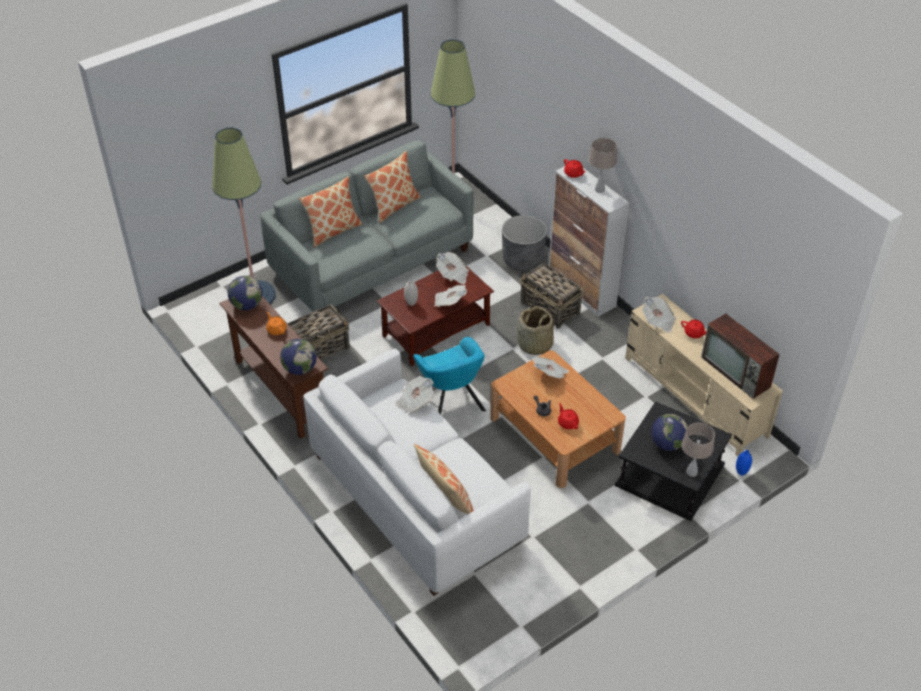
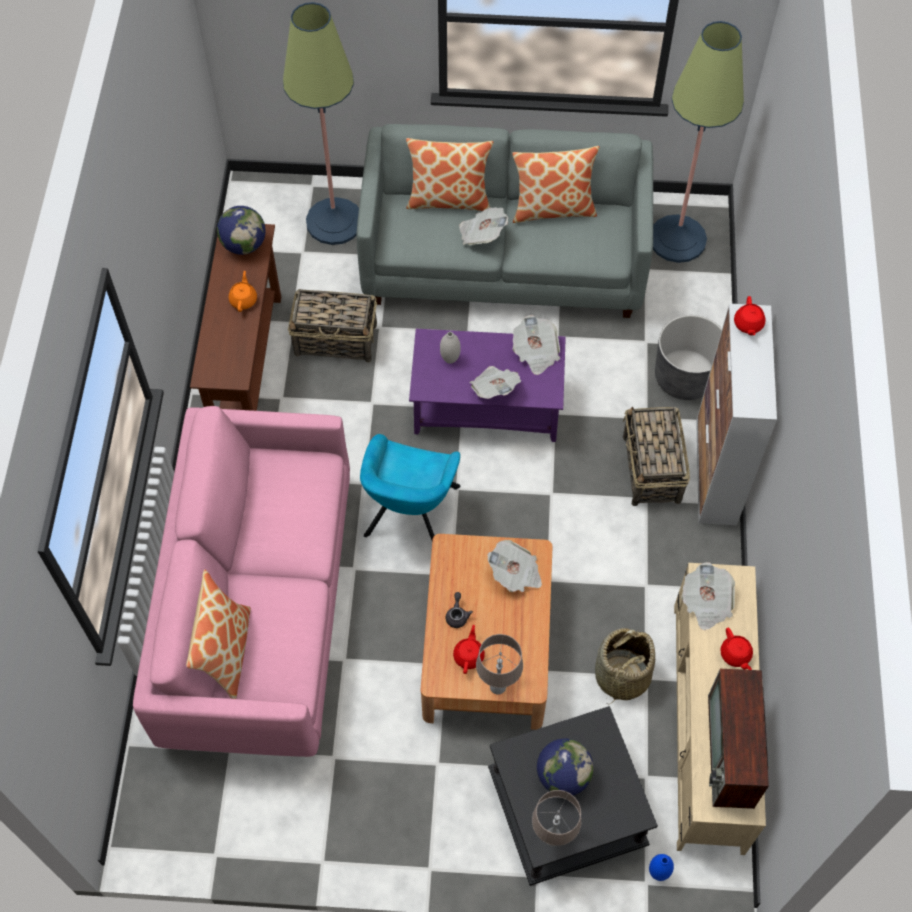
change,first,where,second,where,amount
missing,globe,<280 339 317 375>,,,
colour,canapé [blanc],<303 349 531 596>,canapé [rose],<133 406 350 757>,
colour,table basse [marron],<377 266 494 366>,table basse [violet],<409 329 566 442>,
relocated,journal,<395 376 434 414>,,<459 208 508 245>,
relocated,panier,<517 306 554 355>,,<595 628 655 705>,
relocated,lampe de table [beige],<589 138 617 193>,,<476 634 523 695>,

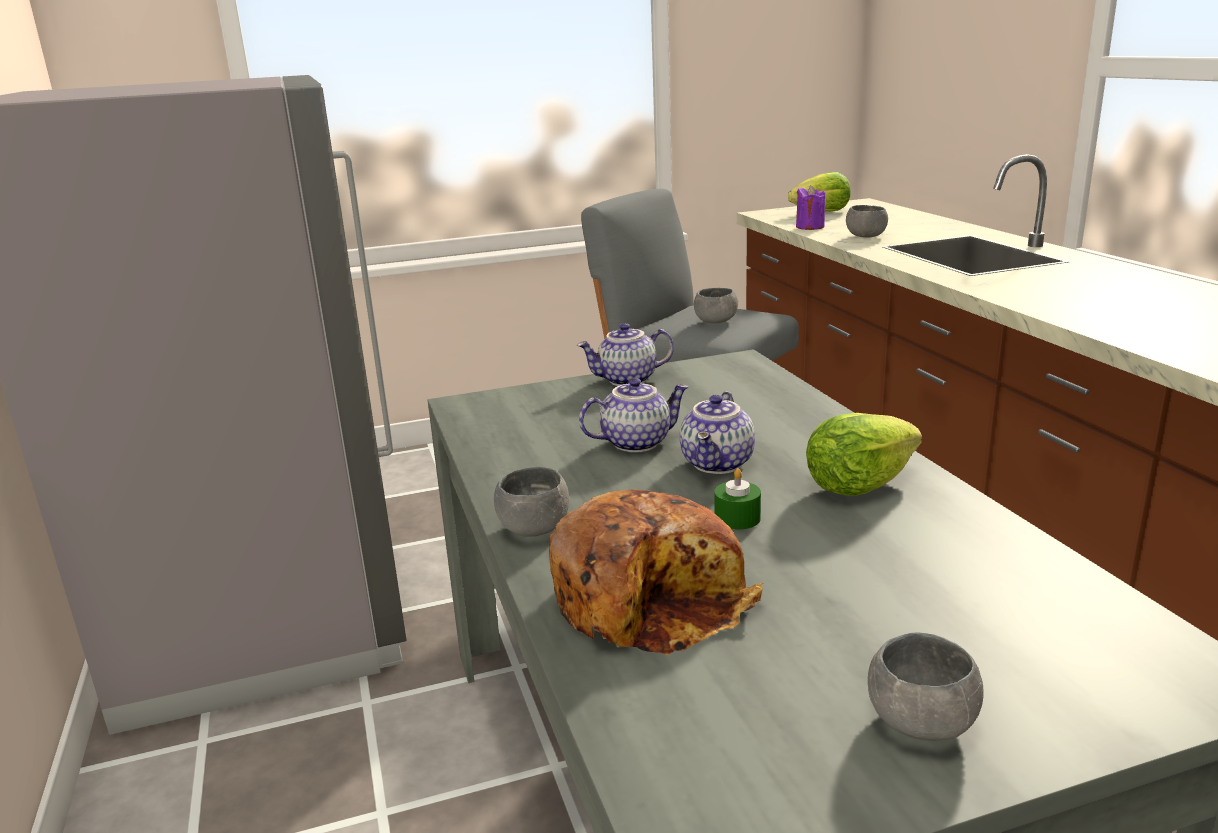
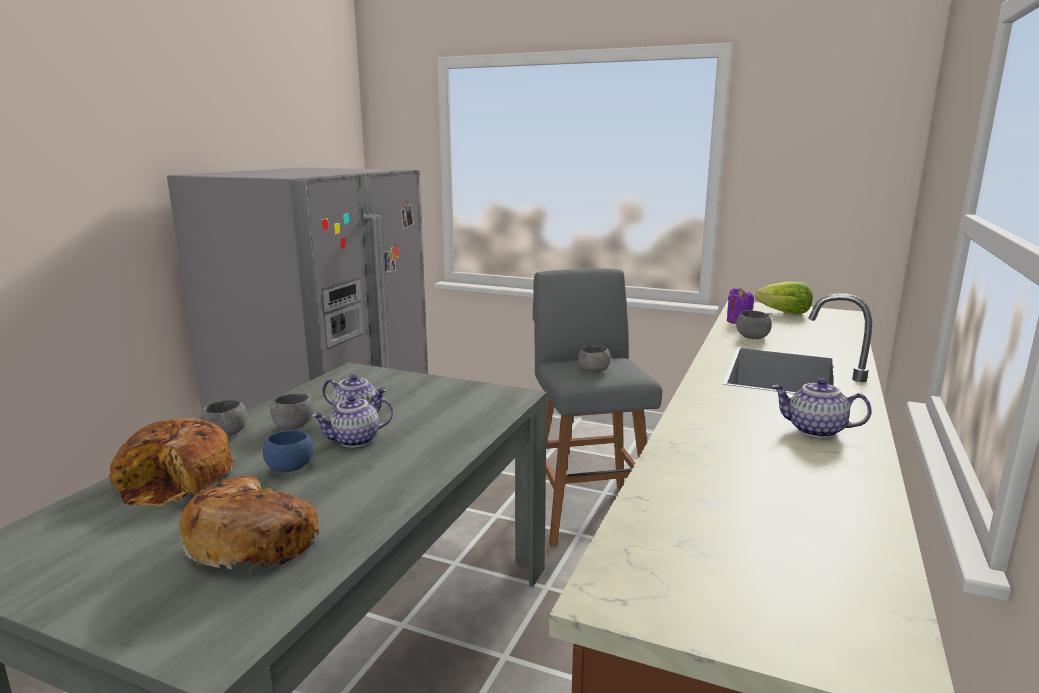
change,first,where,second,where,amount
relocated,théière,<577 323 674 386>,,<772 378 872 438>,
exchanged,bougie [vert],<714 468 761 529>,bol [bleu],<263 430 313 472>,
missing,laitue,<806 413 922 496>,,,
relocated,bol [gris],<868 632 983 741>,,<270 393 313 429>,
appeared,,,pain,<179 476 319 575>,

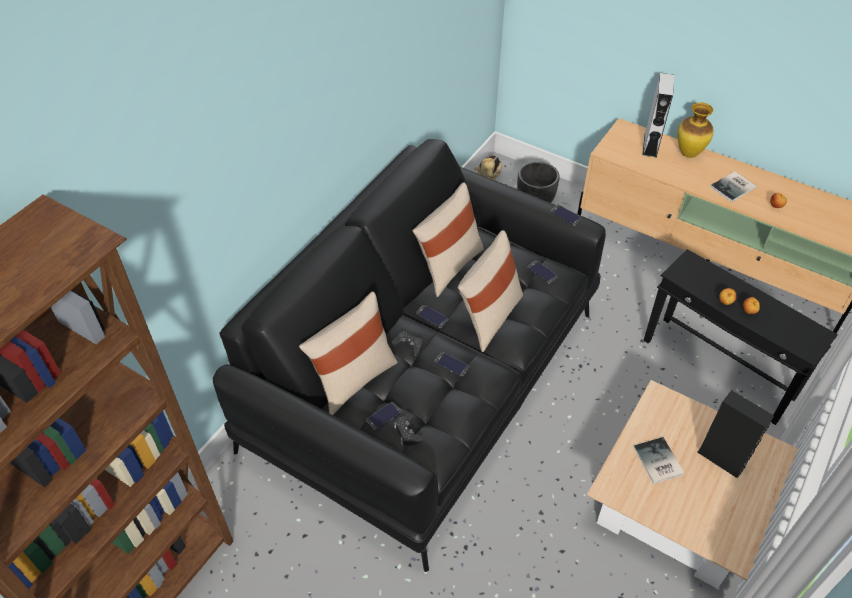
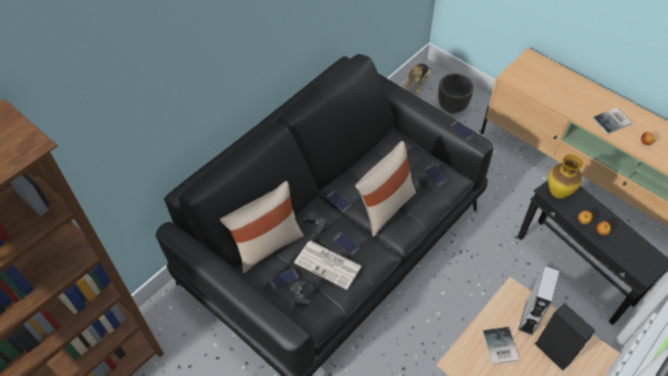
change,first,where,second,where,amount
missing,coussin [beige],<412 182 484 297>,,,
relocated,enceinte [gris],<642 73 674 158>,,<519 266 559 335>,
relocated,vase,<677 102 714 158>,,<548 154 583 199>,
appeared,,,journal,<294 241 362 290>,

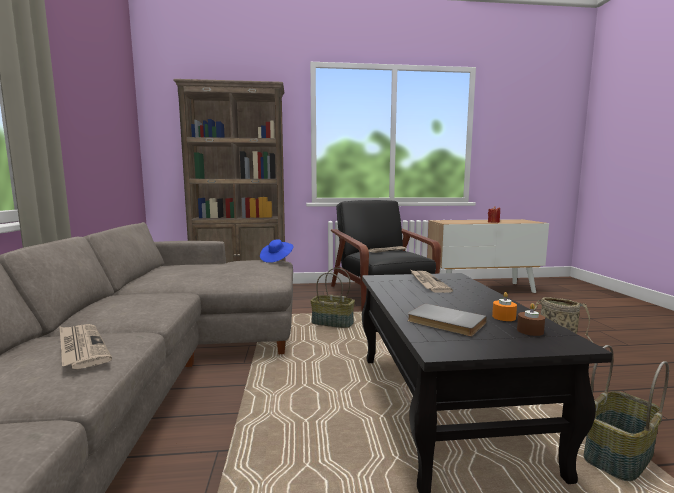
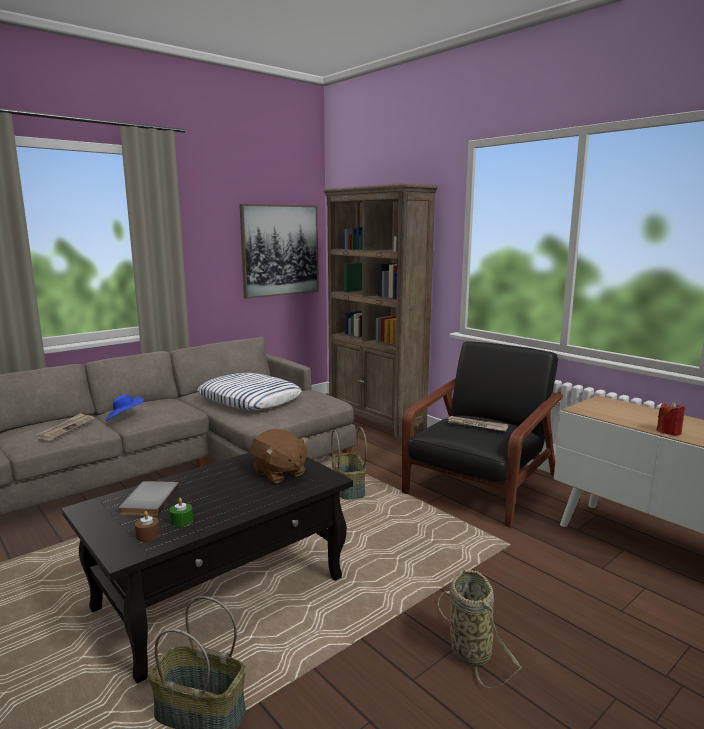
change,first,where,second,where,amount
relocated,chapeau [bleu],<260 239 293 263>,,<105 394 144 421>,
exchanged,journal,<411 270 453 293>,peluche [marron],<251 429 309 483>,
colour,bougie [orange],<492 292 517 321>,bougie [vert],<170 498 193 527>,
appeared,,,coussin,<197 373 301 410>,
appeared,,,tableau,<239 204 319 299>,

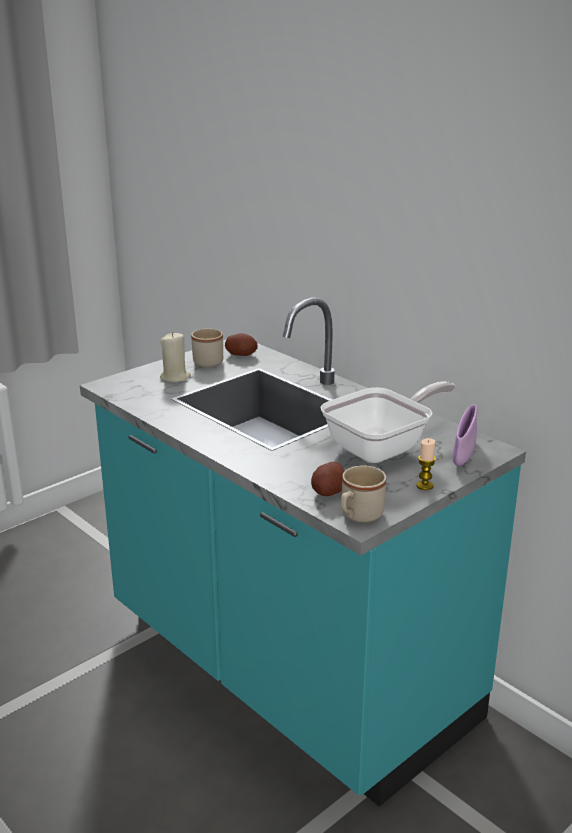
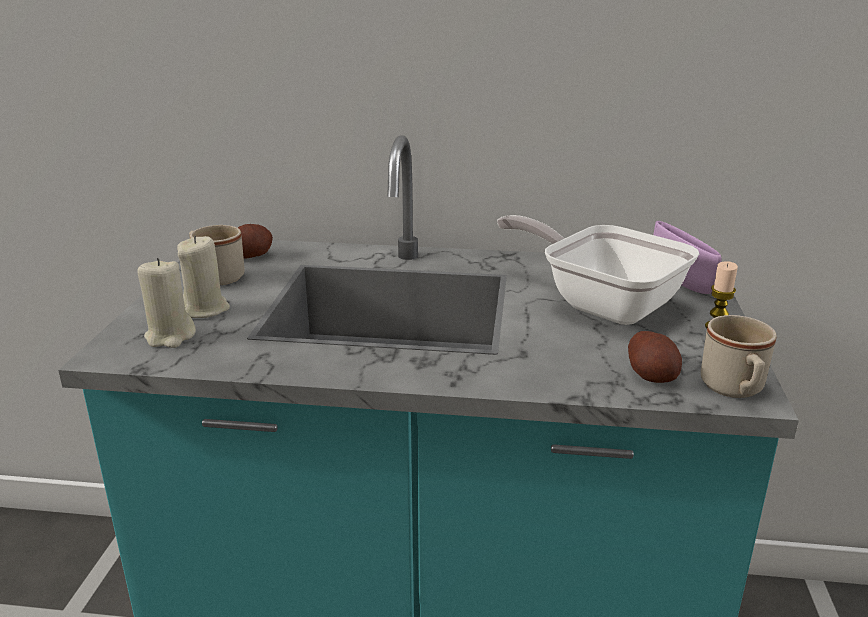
change,first,where,second,where,amount
spun,poêle,<320 381 455 463>,,<497 215 699 325>,60 degrees counterclockwise
appeared,,,bougie [beige],<137 258 196 348>,

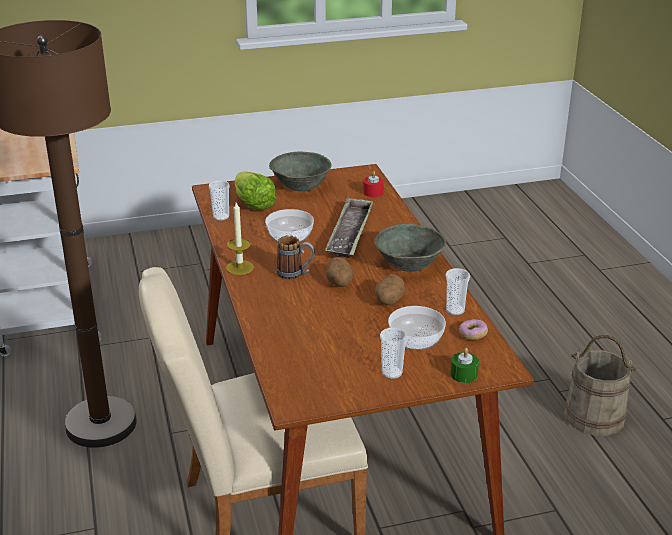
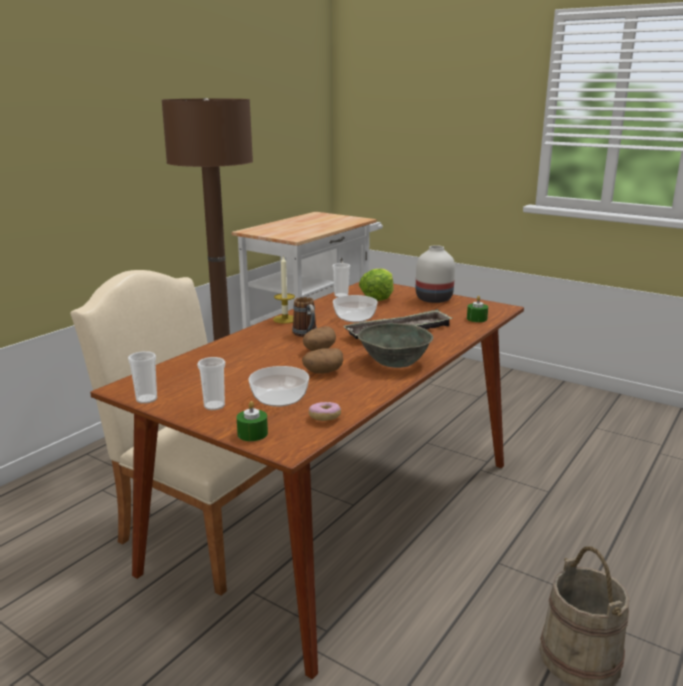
change,first,where,second,where,amount
exchanged,bol [gris],<269 151 332 191>,vase [blanc],<416 245 455 303>,
colour,bougie [rouge],<363 171 384 197>,bougie [vert],<467 296 488 322>,
relocated,tasse,<446 268 470 315>,,<128 351 157 404>,

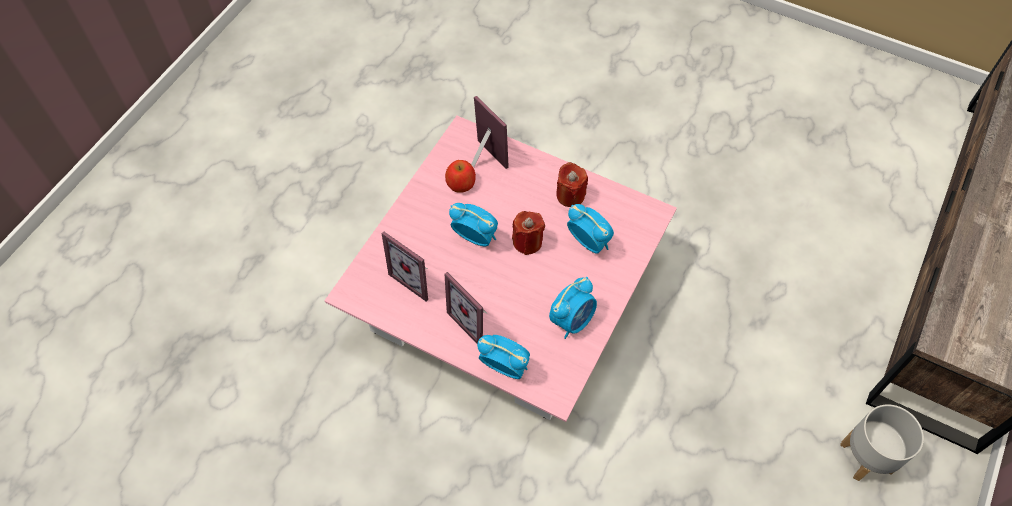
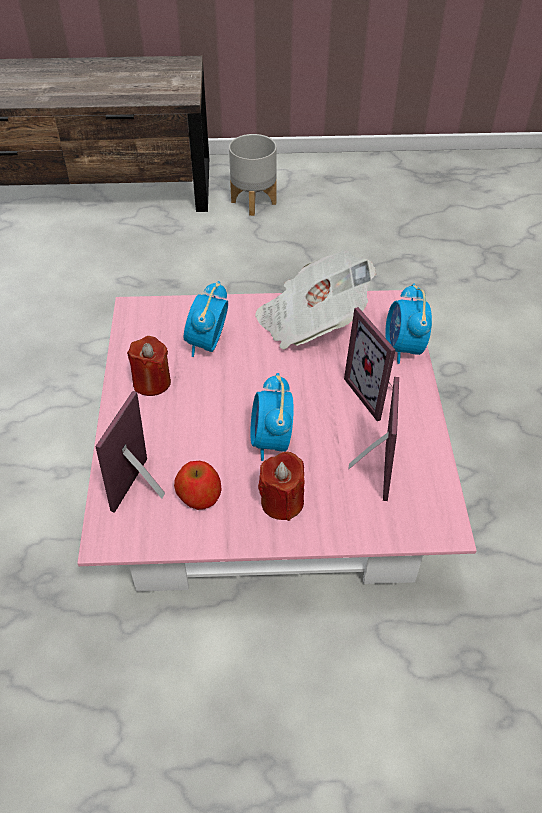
change,first,where,second,where,amount
spun,cadre photo,<445 272 488 343>,,<344 307 396 421>,135 degrees clockwise
relocated,bougie [rouge],<512 211 545 255>,,<258 452 305 521>,
exchanged,réveil,<549 277 597 339>,journal,<255 250 376 349>,

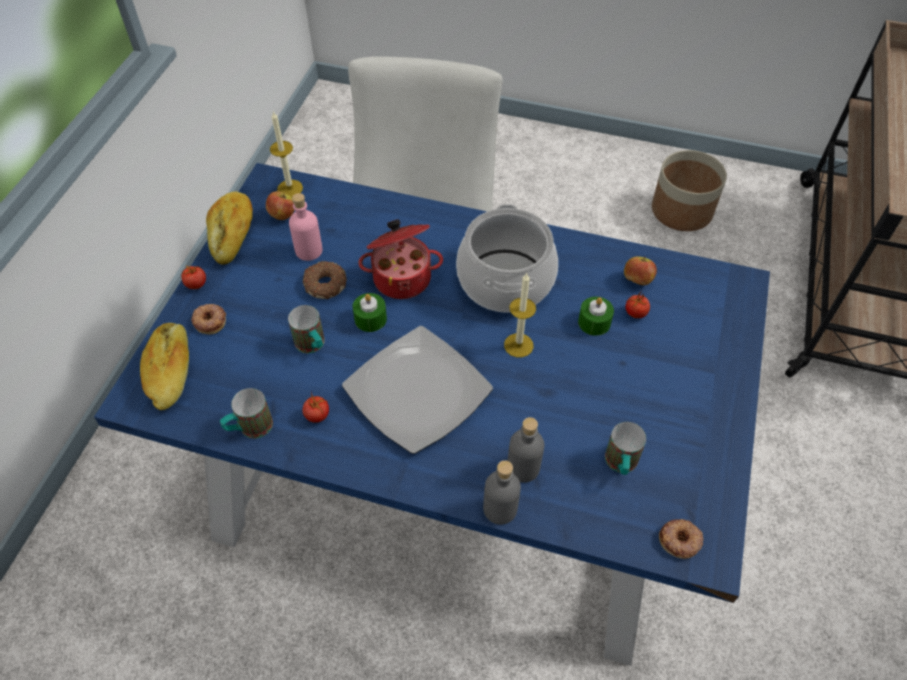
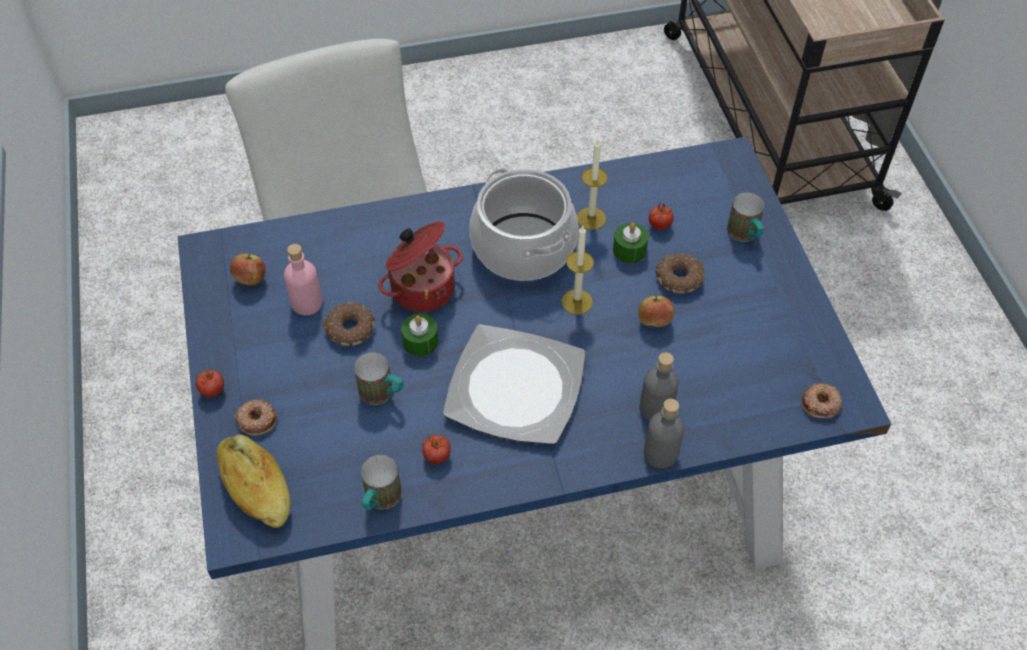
change,first,where,second,where,amount
missing,pain,<206 192 253 264>,,,
relocated,bougie,<270 111 303 197>,,<577 140 608 230>,
relocated,mug,<605 422 646 475>,,<727 192 764 242>,
relocated,pomme,<624 256 657 285>,,<638 296 674 327>,
missing,cache-pot,<652 150 727 231>,,,
appeared,,,beignet,<656 253 704 294>,

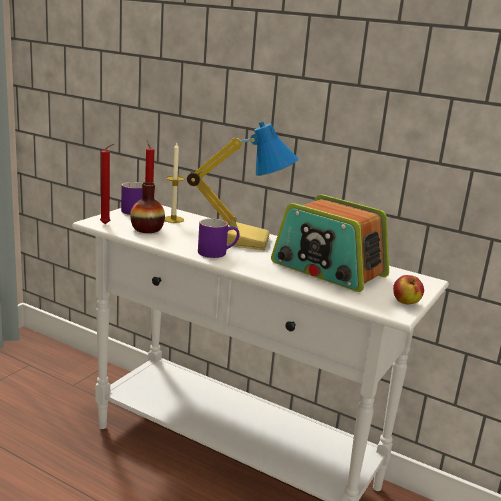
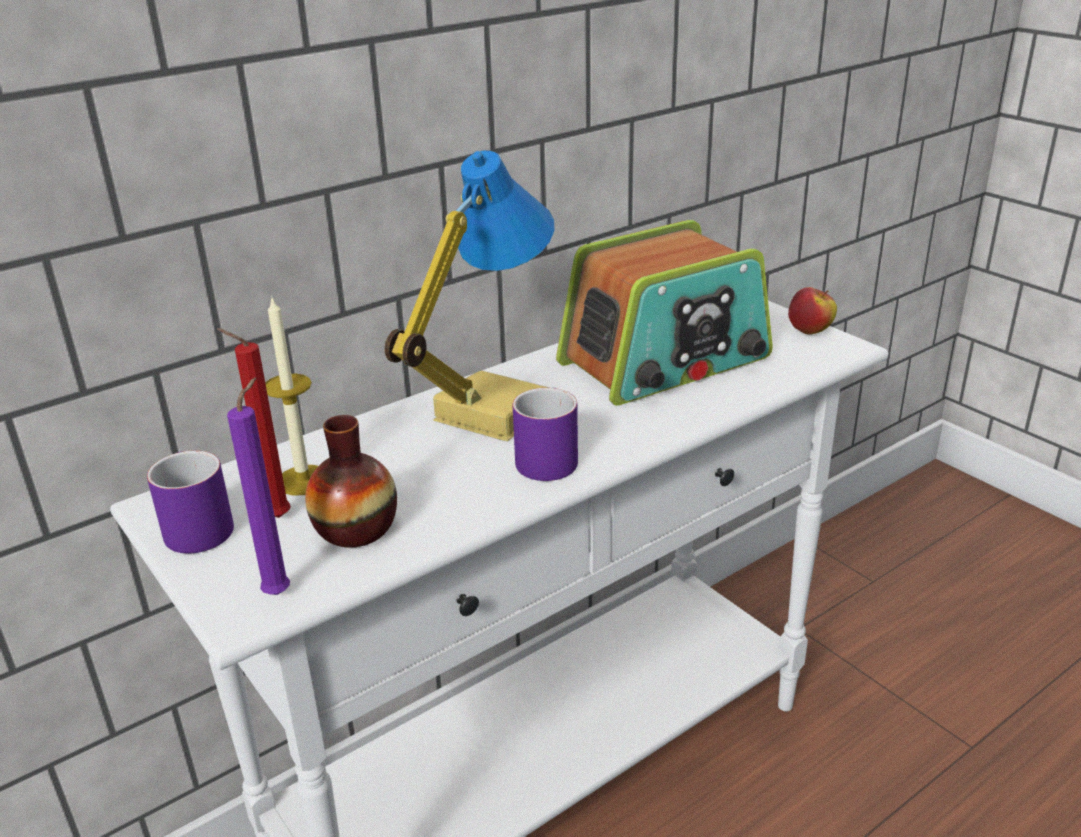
change,first,where,second,where,amount
colour,bougie [rouge],<100 144 114 224>,bougie [violet],<227 378 290 595>,

